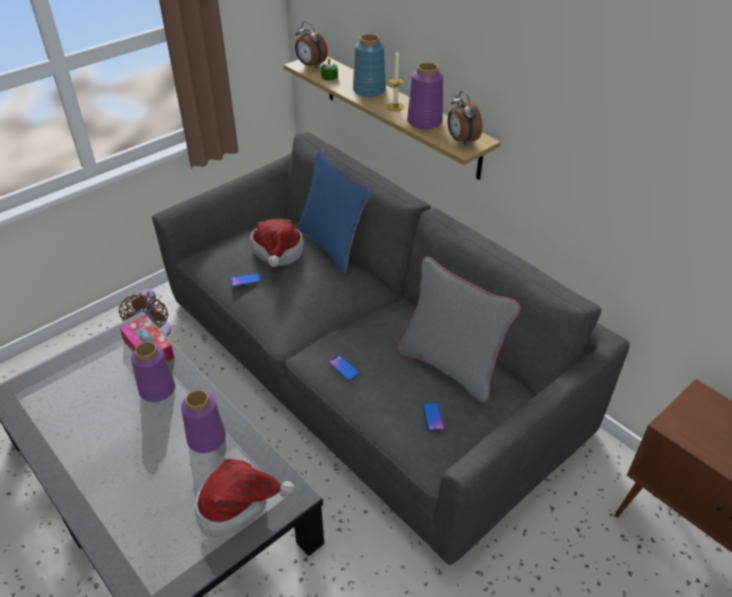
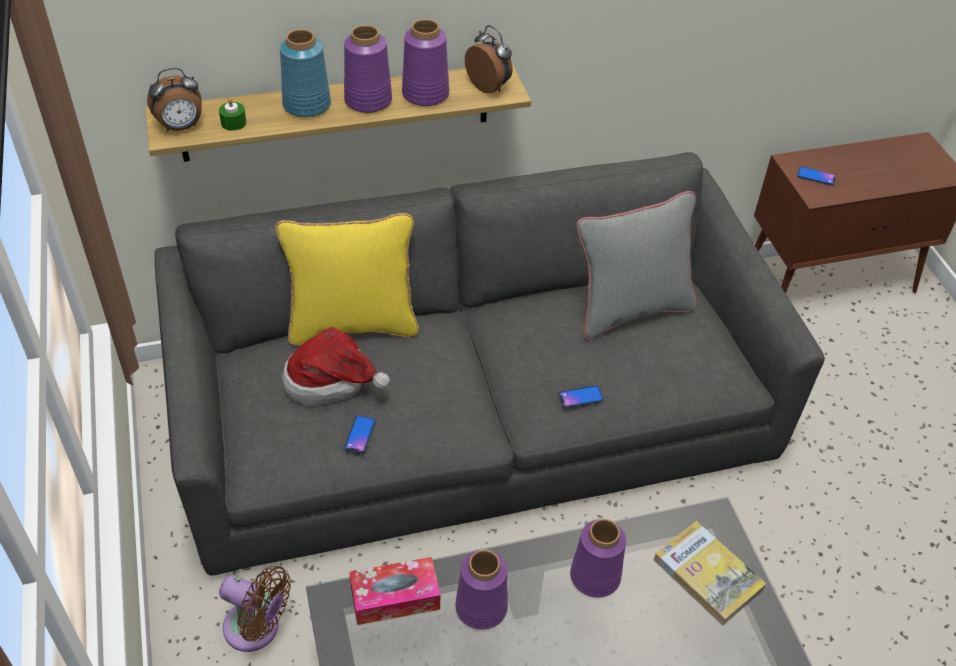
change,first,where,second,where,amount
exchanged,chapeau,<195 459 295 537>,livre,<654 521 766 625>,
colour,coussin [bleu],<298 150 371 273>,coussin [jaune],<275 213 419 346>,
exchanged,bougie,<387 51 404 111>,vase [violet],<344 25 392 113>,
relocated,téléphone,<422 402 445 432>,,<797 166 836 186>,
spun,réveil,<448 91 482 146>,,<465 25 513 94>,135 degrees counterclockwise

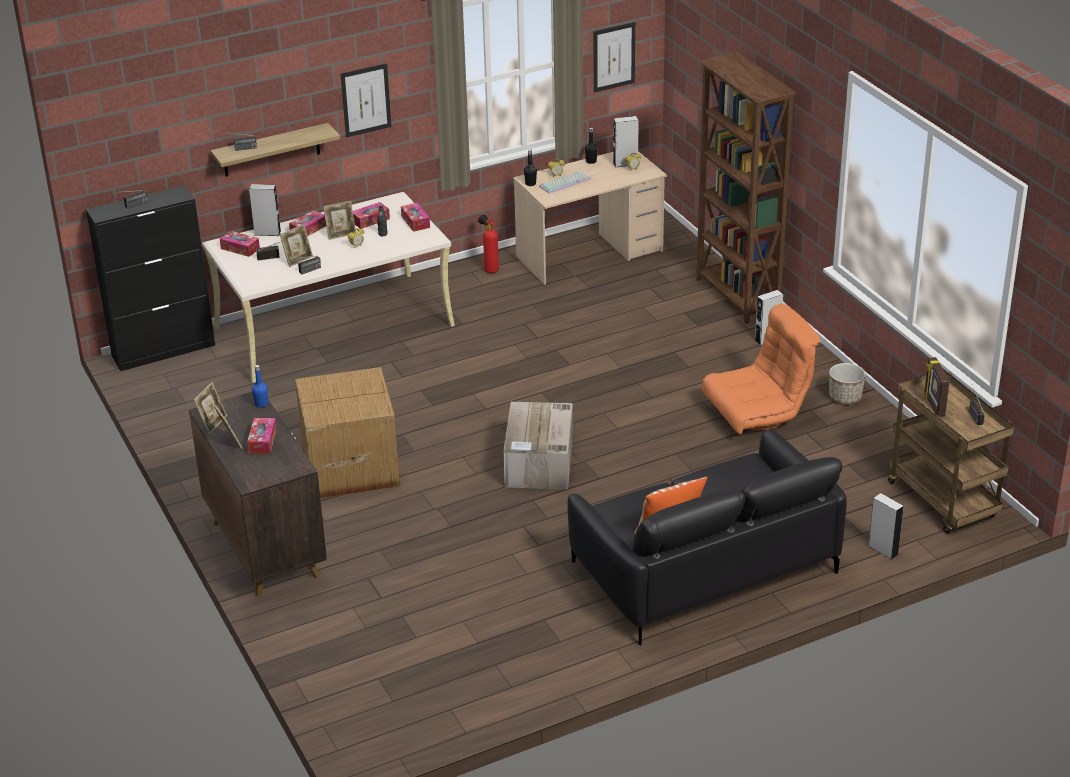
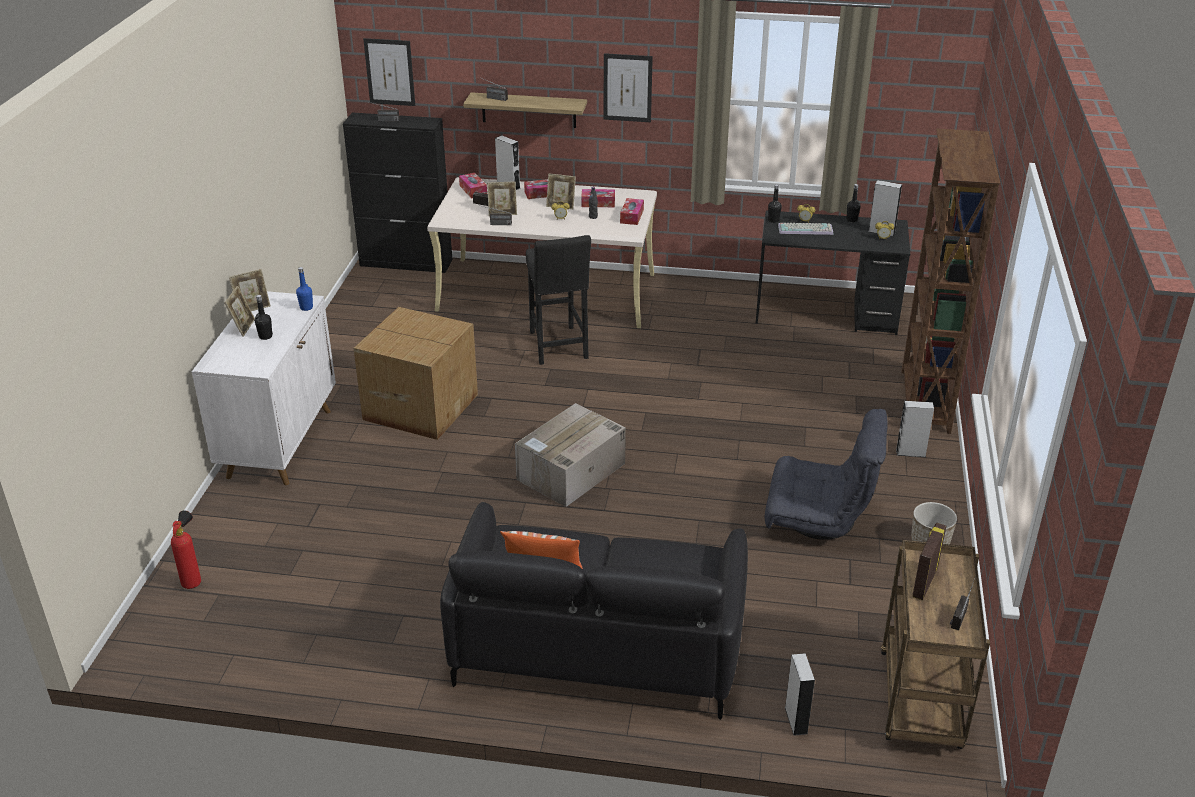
change,first,where,second,where,amount
colour,meuble de rangement [marron],<189 392 327 597>,meuble de rangement [blanc],<192 291 336 485>,
exchanged,boîte à mouchoirs,<247 418 277 454>,bouteille [noir],<255 295 273 340>,
relocated,extincteur,<478 214 499 273>,,<171 511 201 589>,
colour,bureau [beige],<513 151 667 285>,bureau [noir],<756 210 910 335>,
relocated,tableau,<594 22 635 93>,,<363 38 415 106>,
colour,fauteuil [orange],<702 303 820 434>,fauteuil [gris],<765 409 888 540>,
appeared,,,tabouret [noir],<526 235 591 365>,

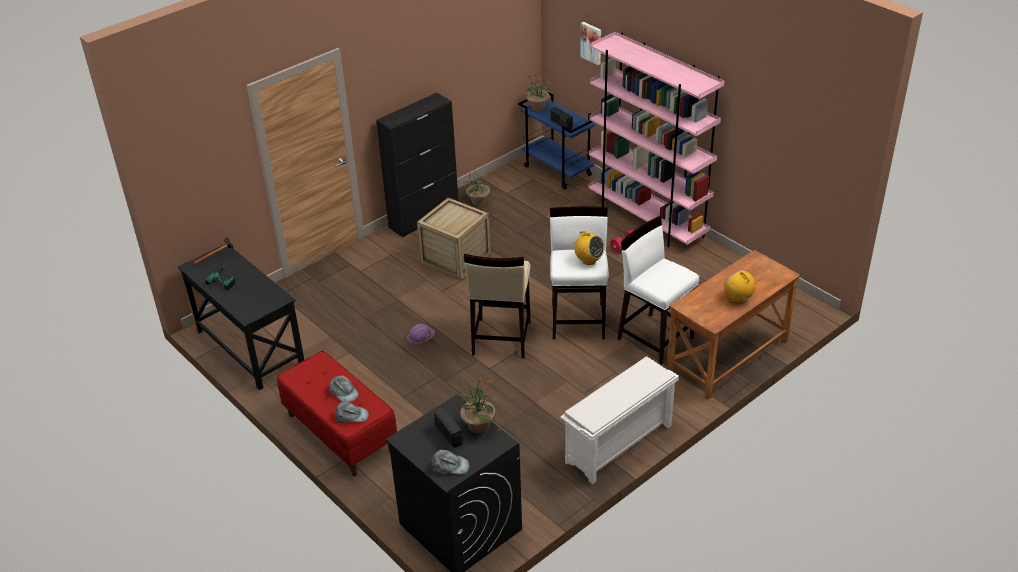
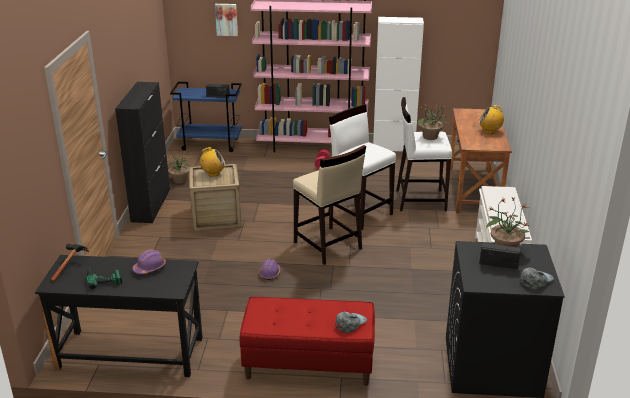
change,first,where,second,where,amount
missing,casquette [gris],<329 376 359 402>,,,
relocated,plante en pot,<524 74 552 111>,,<418 102 449 140>,
relocated,radio,<572 231 604 265>,,<200 147 225 177>,
appeared,,,casque de chantier [violet],<132 249 166 274>,
appeared,,,meuble de rangement [blanc],<373 17 424 151>,

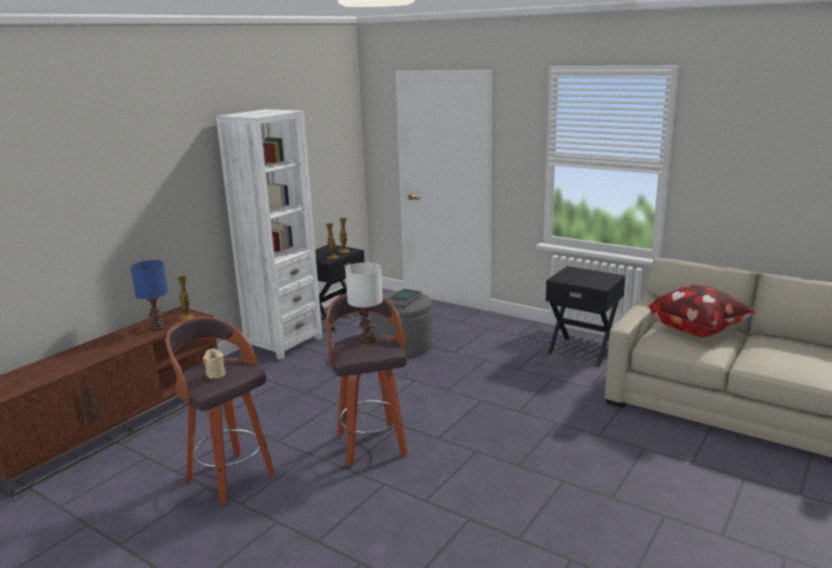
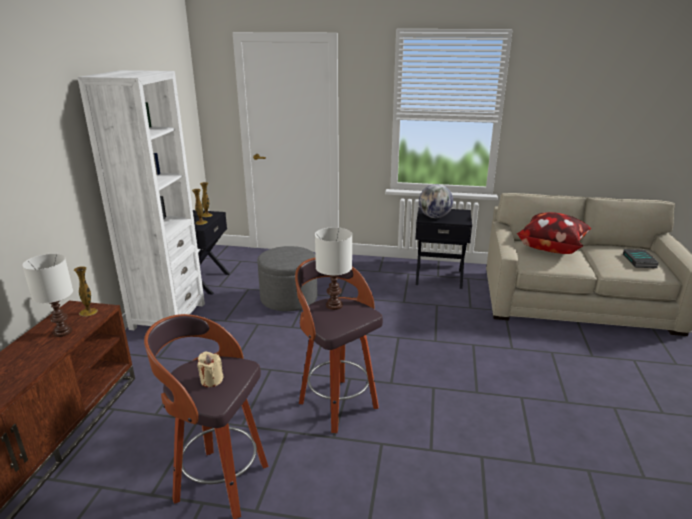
change,first,where,second,where,amount
colour,lampe de table [bleu],<130 260 168 331>,lampe de table [blanc],<22 254 73 337>,
relocated,livre,<388 289 421 307>,,<623 249 659 268>,
appeared,,,globe,<419 184 453 218>,

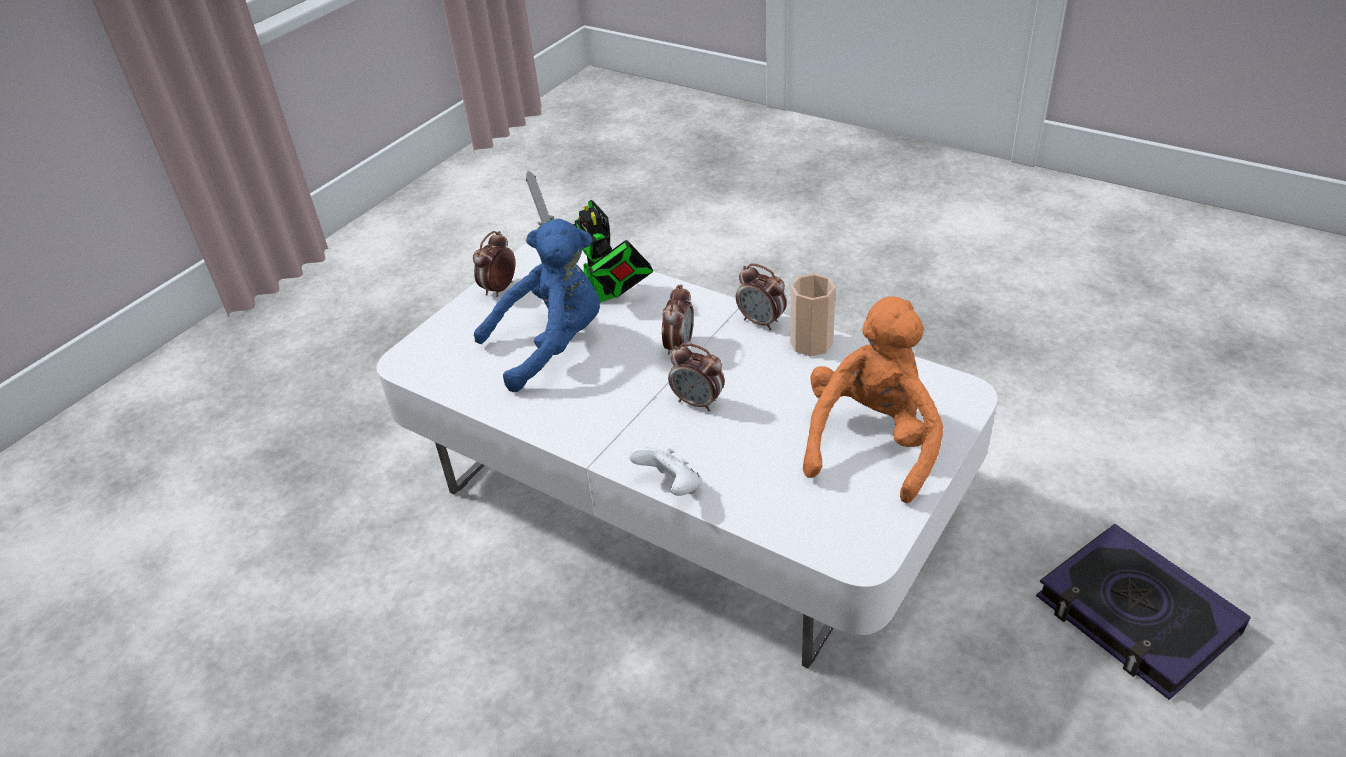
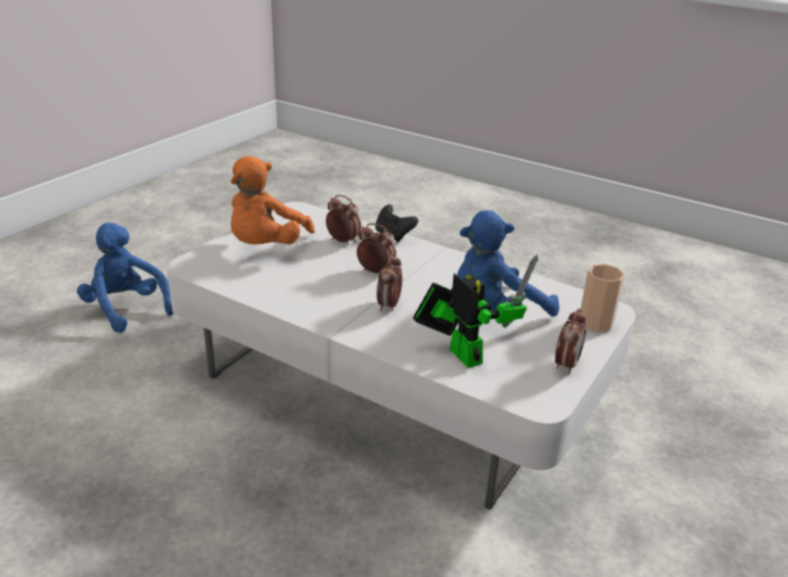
change,first,where,second,where,amount
colour,manette [blanc],<629 446 702 496>,manette [noir],<375 204 418 242>,
relocated,réveil,<736 264 787 330>,,<326 195 361 245>,
relocated,tasse,<790 274 836 356>,,<581 264 625 332>,
exchanged,livre,<1036 524 1250 700>,peluche [bleu],<77 222 174 333>,

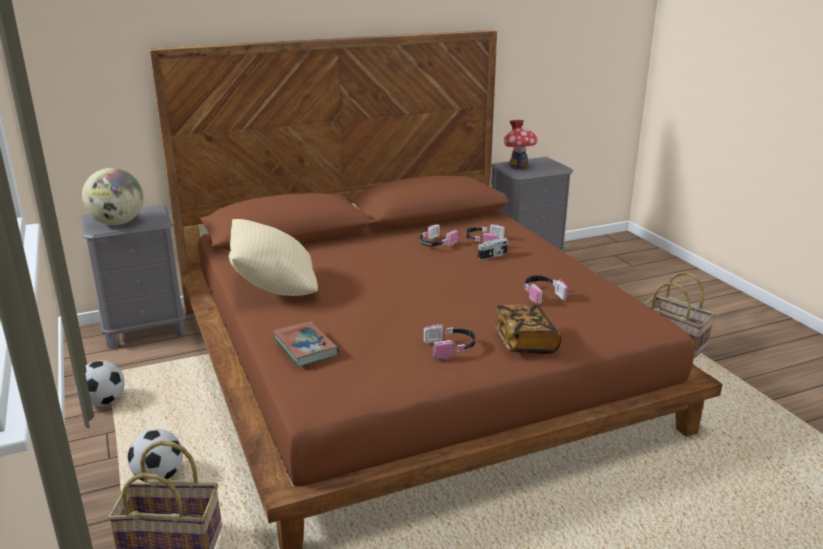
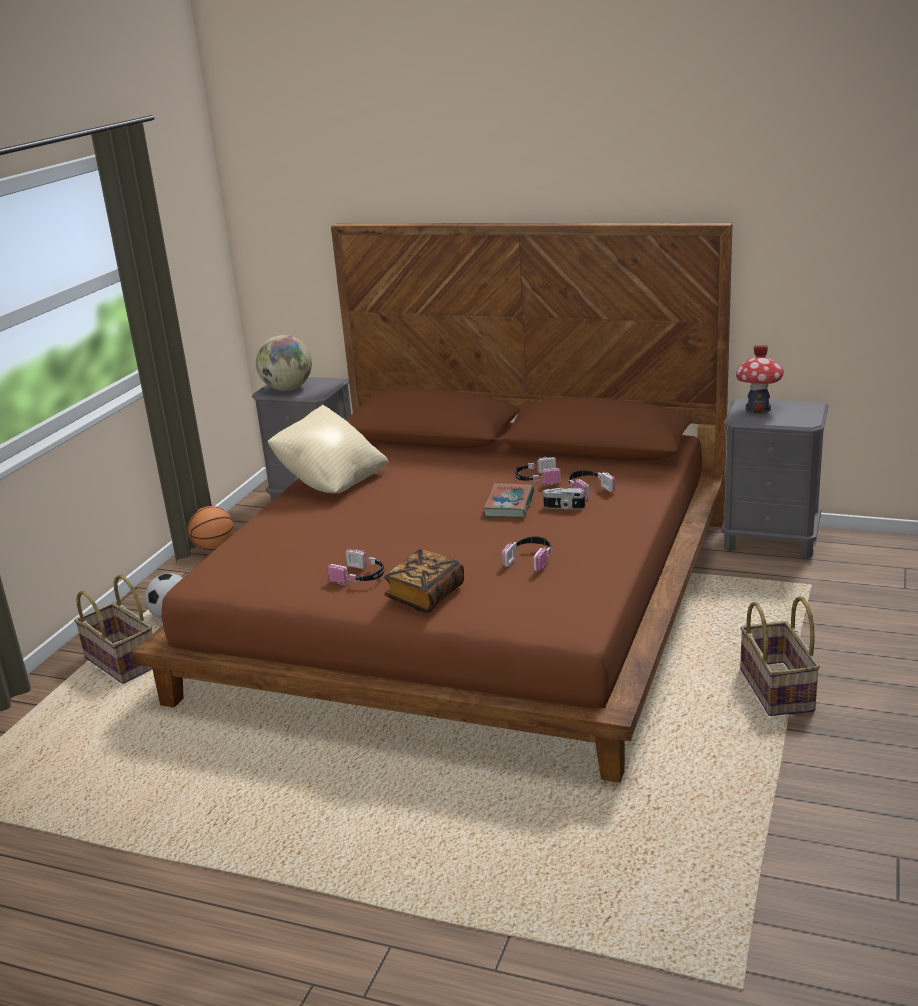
change,first,where,second,where,amount
exchanged,ballon de foot,<75 360 125 406>,ballon de basket,<188 506 234 551>,
relocated,livre,<273 321 339 367>,,<483 483 534 517>,

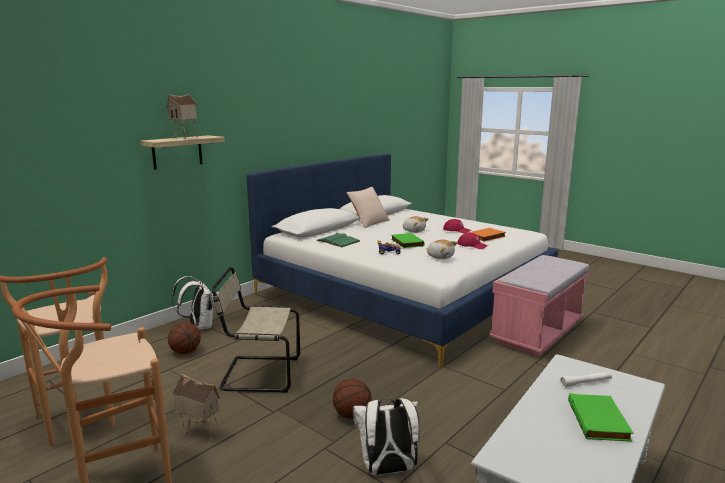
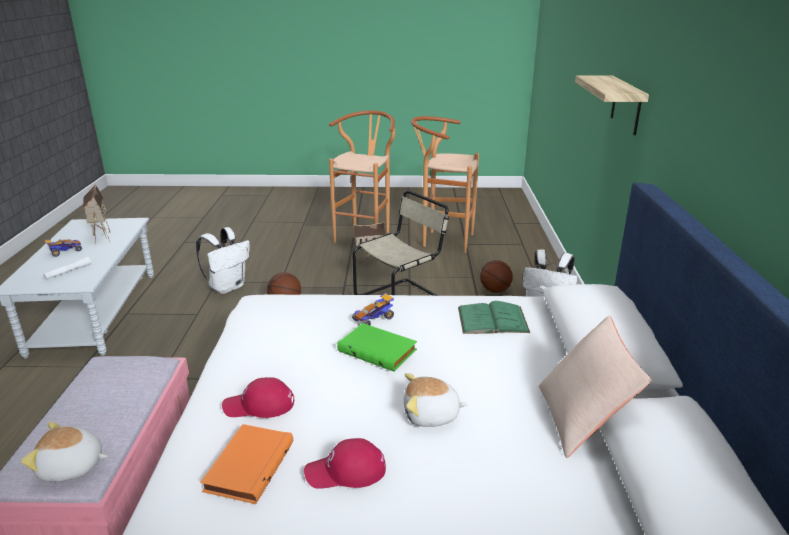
change,first,where,second,where,amount
relocated,maison miniature,<167 94 198 139>,,<83 184 111 245>,
relocated,peluche,<426 240 458 259>,,<21 422 108 482>,
exchanged,livre [vert],<568 393 633 442>,petite voiture,<45 239 82 257>,

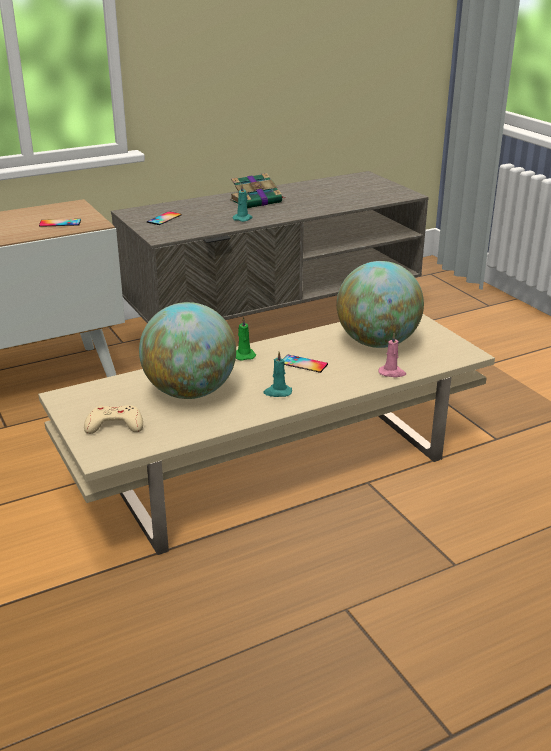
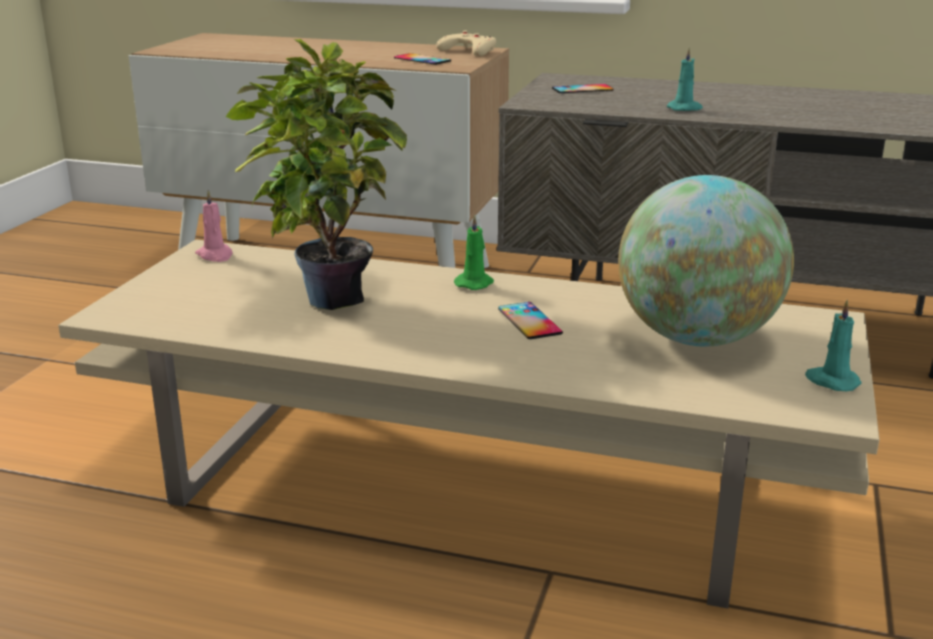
change,first,where,second,where,amount
relocated,manette [beige],<84 405 143 434>,,<436 30 496 56>,
exchanged,globe,<139 302 236 399>,plante en pot,<226 39 407 310>,
missing,livre,<230 173 286 209>,,,
relocated,bougie [turquoise],<263 352 292 397>,,<805 300 862 392>,
relocated,bougie [rose],<379 333 406 377>,,<195 190 233 262>,

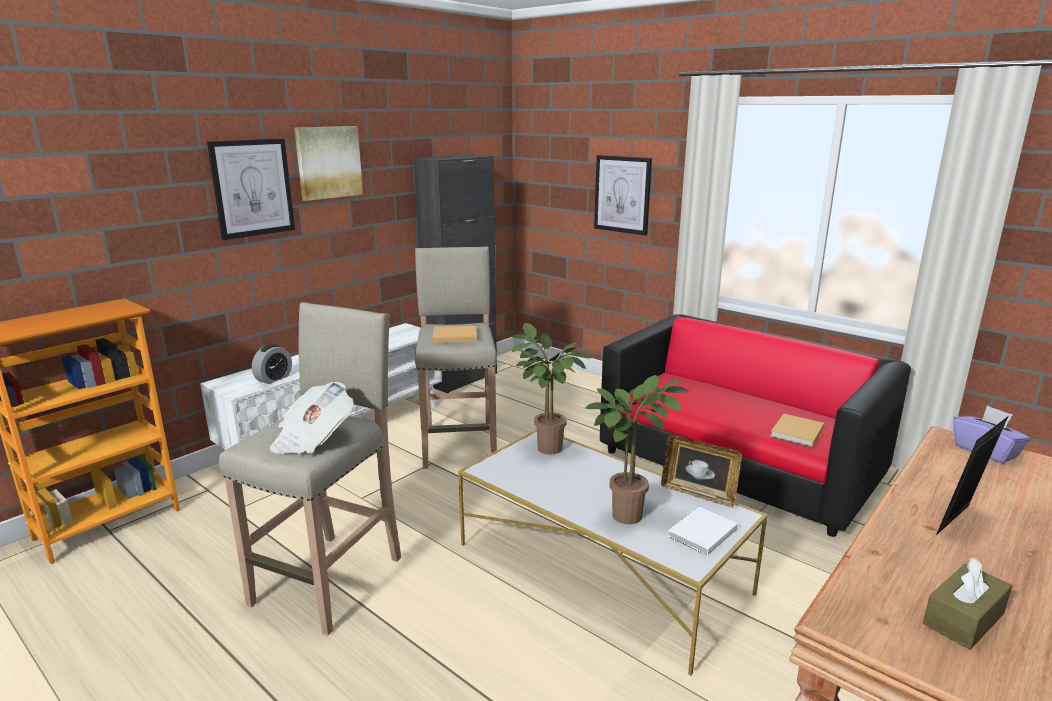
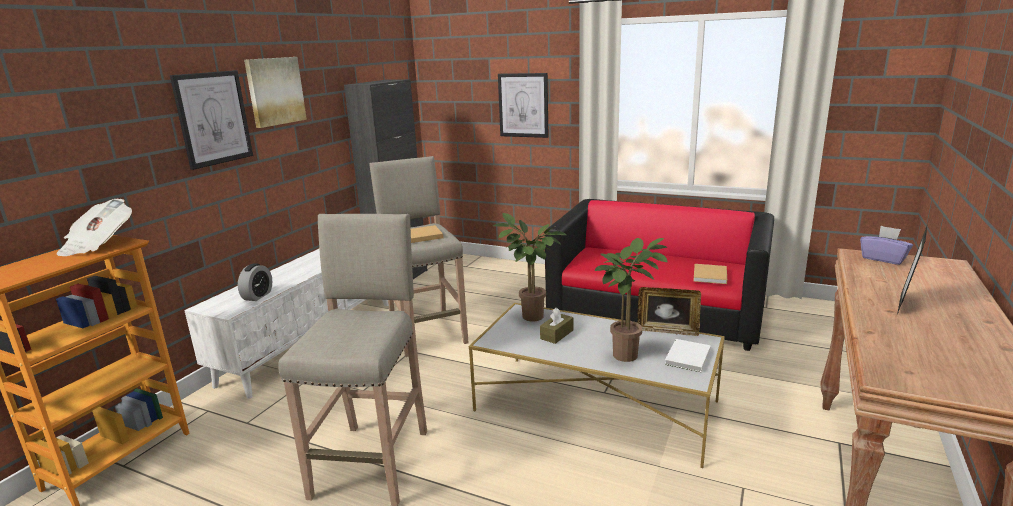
change,first,where,second,where,amount
relocated,journal,<270 382 354 454>,,<57 199 132 256>,
relocated,boîte à mouchoirs [marron],<923 557 1012 650>,,<540 308 574 344>,

